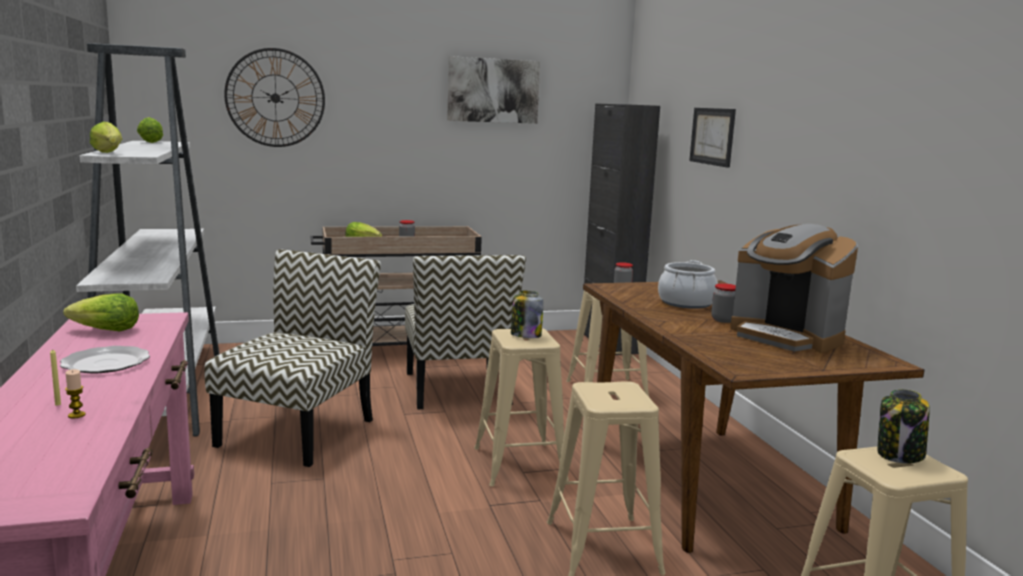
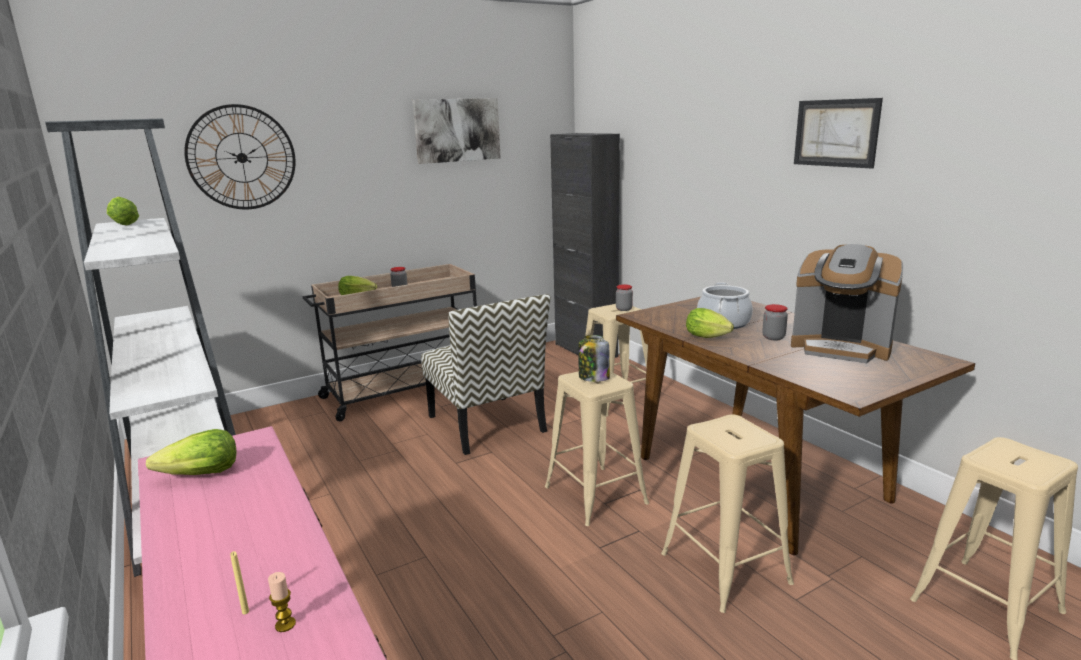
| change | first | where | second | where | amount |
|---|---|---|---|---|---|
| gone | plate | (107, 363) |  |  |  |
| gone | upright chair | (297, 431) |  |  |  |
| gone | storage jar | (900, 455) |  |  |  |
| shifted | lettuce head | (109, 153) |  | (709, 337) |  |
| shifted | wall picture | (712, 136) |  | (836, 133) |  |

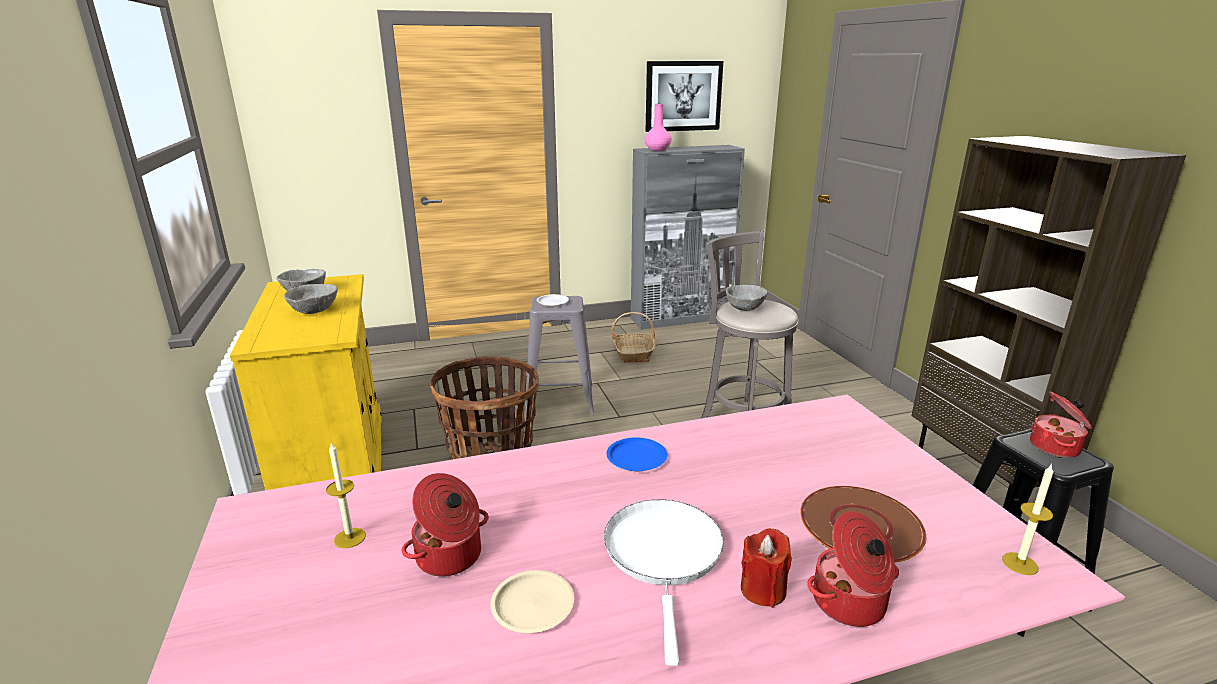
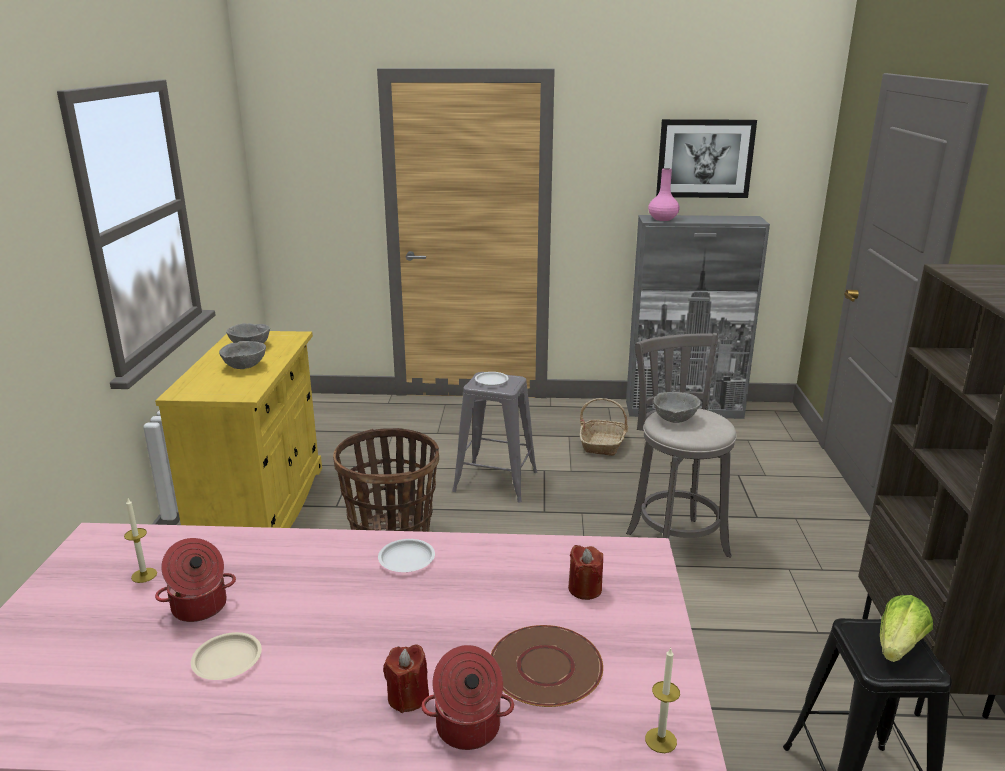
| change | first | where | second | where | amount |
|---|---|---|---|---|---|
| gone | skillet in white-coloured | (664, 555) |  |  |  |
| new |  |  | candle in red | (585, 589) |  |
| swapped | stockpot | (1056, 447) | lettuce head | (898, 646) |  |
| repainted | plate in blue-coloured | (637, 459) | plate in white-coloured | (406, 560) |  |

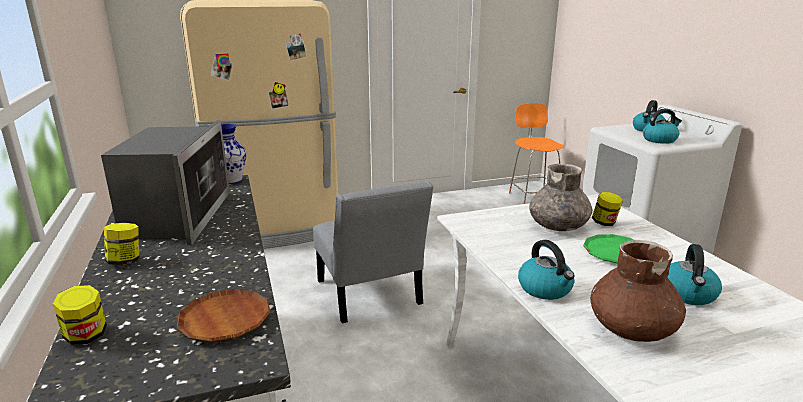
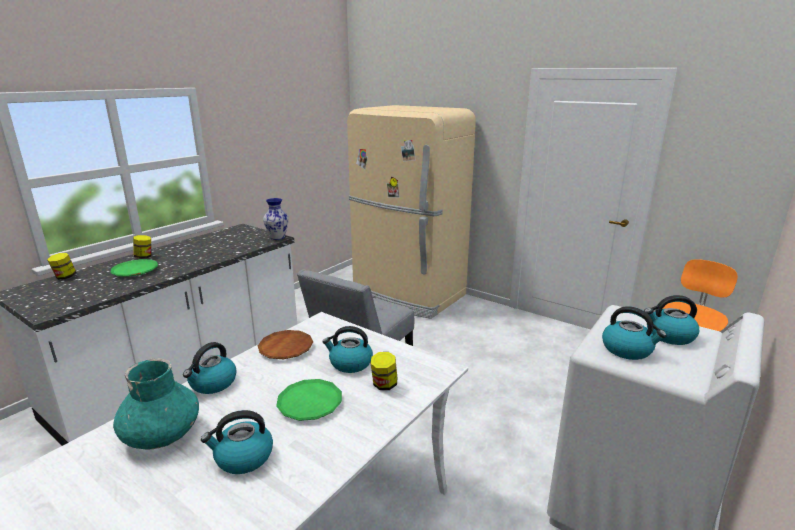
| change | first | where | second | where | amount |
|---|---|---|---|---|---|
| gone | kitchen microwave | (178, 216) |  |  |  |
| new |  |  | plate in green | (135, 271) |  |
| shifted | plate in brown | (225, 320) |  | (286, 348) |  |
| swapped | decorative vase in grey | (558, 226) | water kettle | (350, 363) |  |
| repainted | decorative vase in brown | (632, 328) | decorative vase in turquoise-coloured | (162, 435) |  |

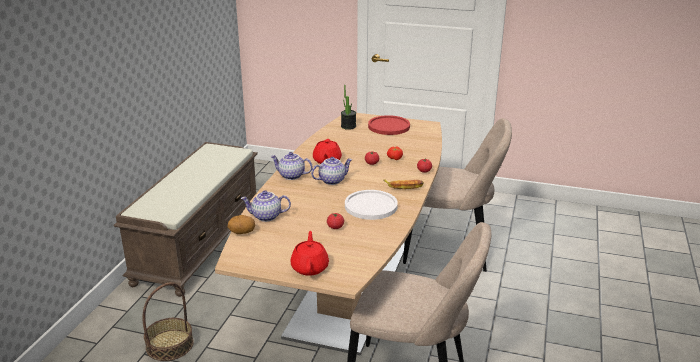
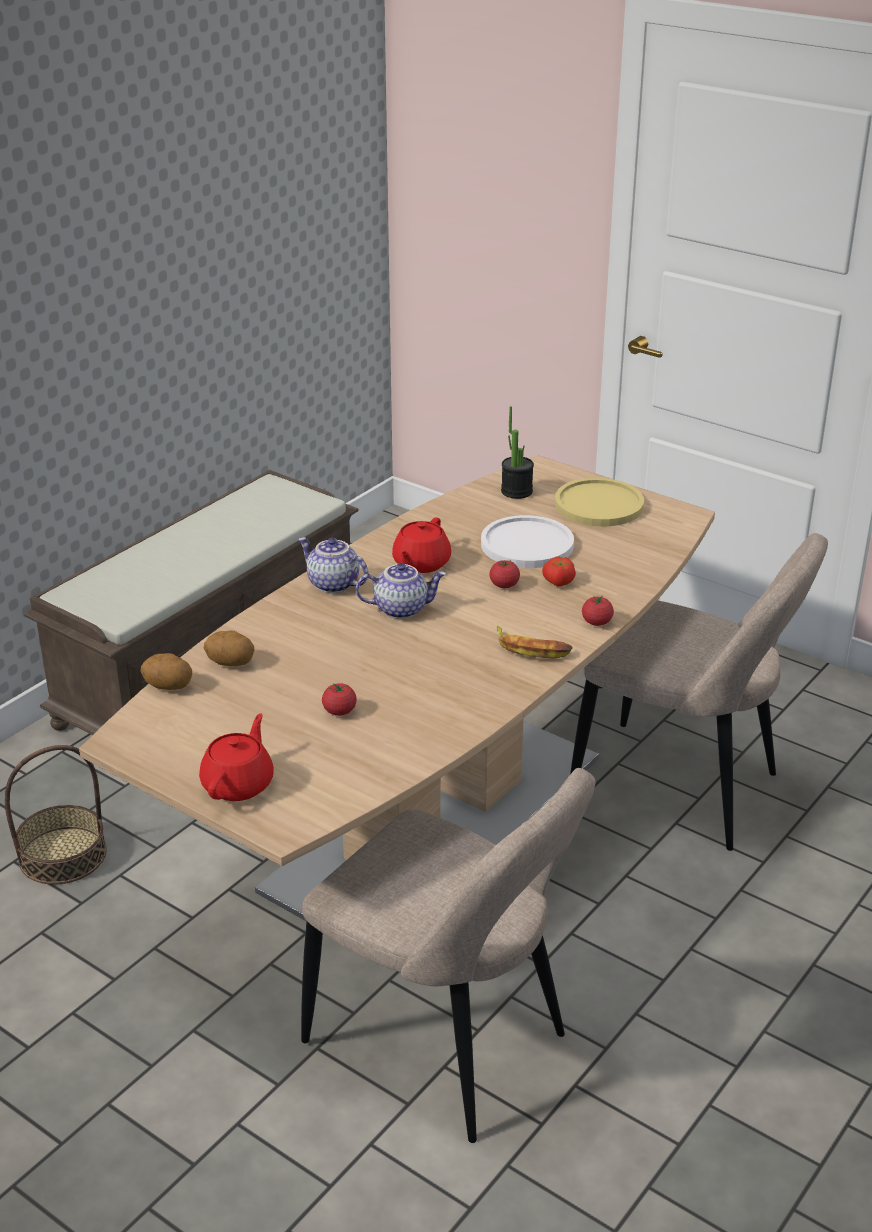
| change | first | where | second | where | amount |
|---|---|---|---|---|---|
| shifted | plate in white-coloured | (371, 206) |  | (527, 544) |  |
| swapped | tea pot | (266, 217) | spud | (230, 663) |  |
| repainted | plate in red | (389, 126) | plate in yellow | (599, 505) |  |

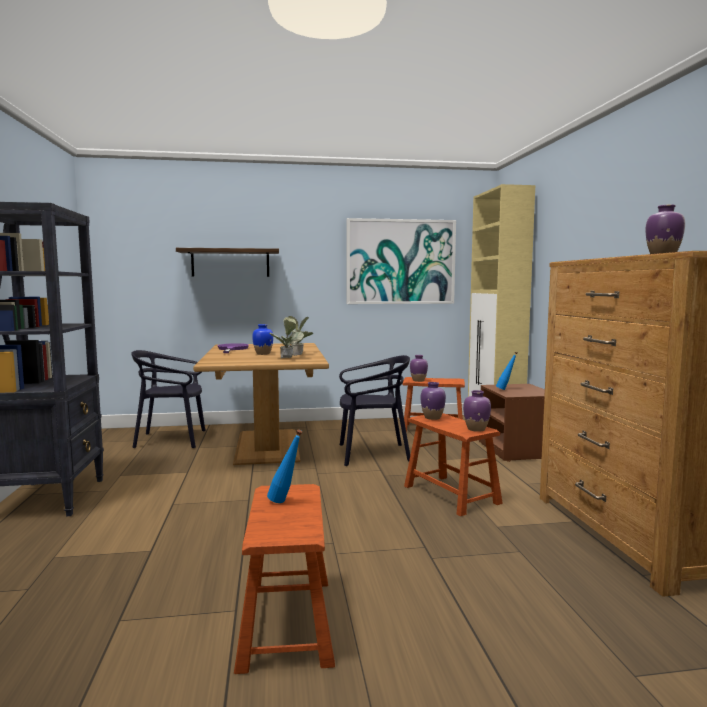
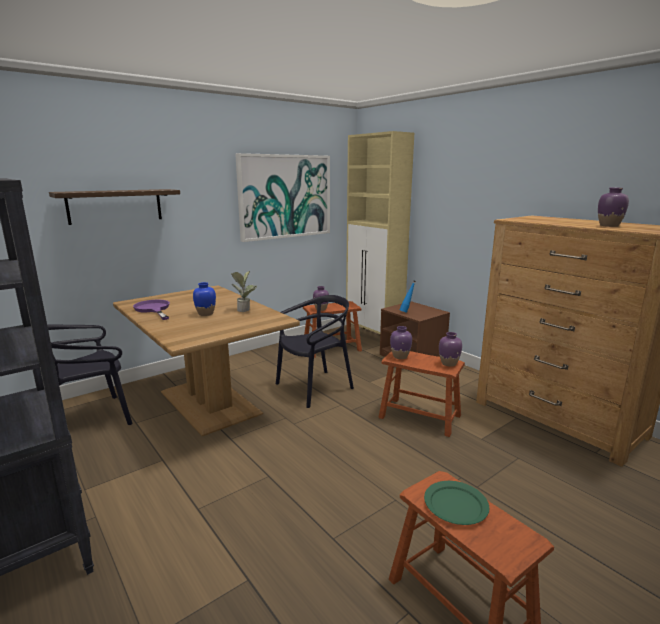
| change | first | where | second | where | amount |
|---|---|---|---|---|---|
| gone | potted plant | (287, 359) |  |  |  |
| swapped | bottle in blue-coloured | (285, 502) | plate in green | (456, 505) |  |

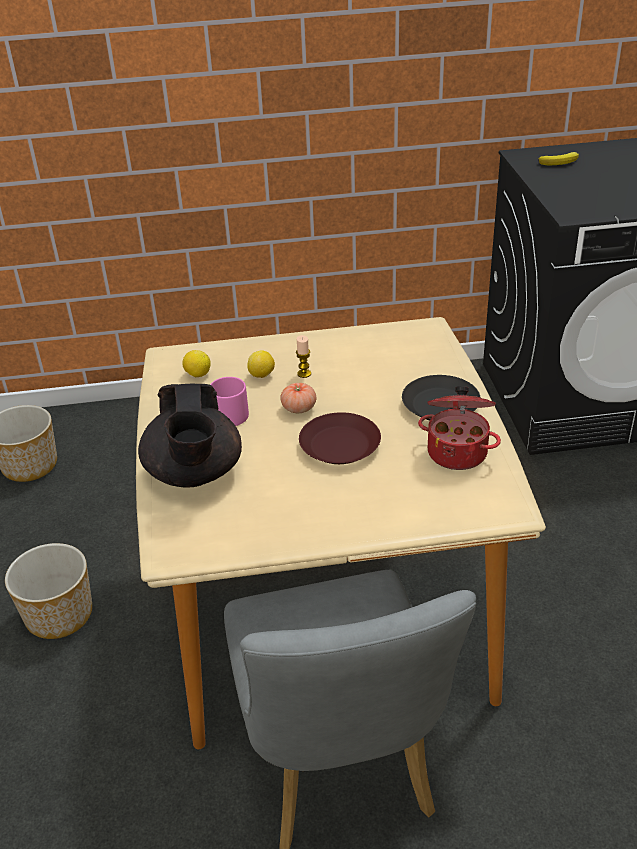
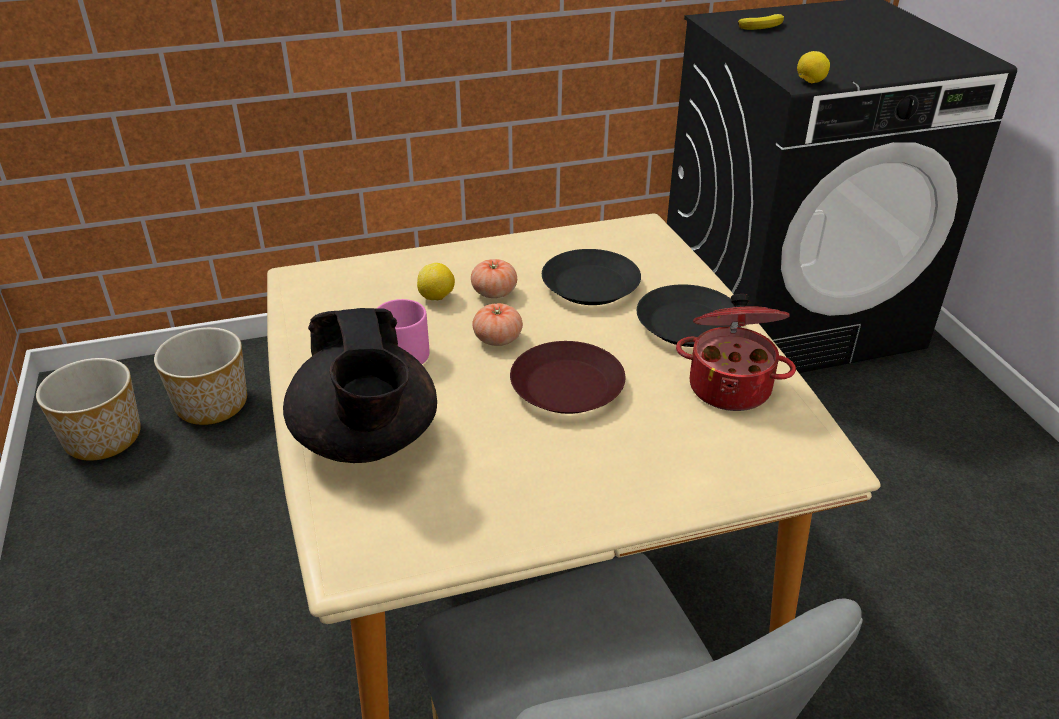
| change | first | where | second | where | amount |
|---|---|---|---|---|---|
| new |  |  | plate in blackish | (591, 286) |  |
| shifted | plant pot | (59, 614) |  | (211, 403) |  |
| shifted | whole lemon | (197, 375) |  | (810, 82) |  |
| swapped | candle | (304, 374) | fresh tomato | (494, 292) |  |

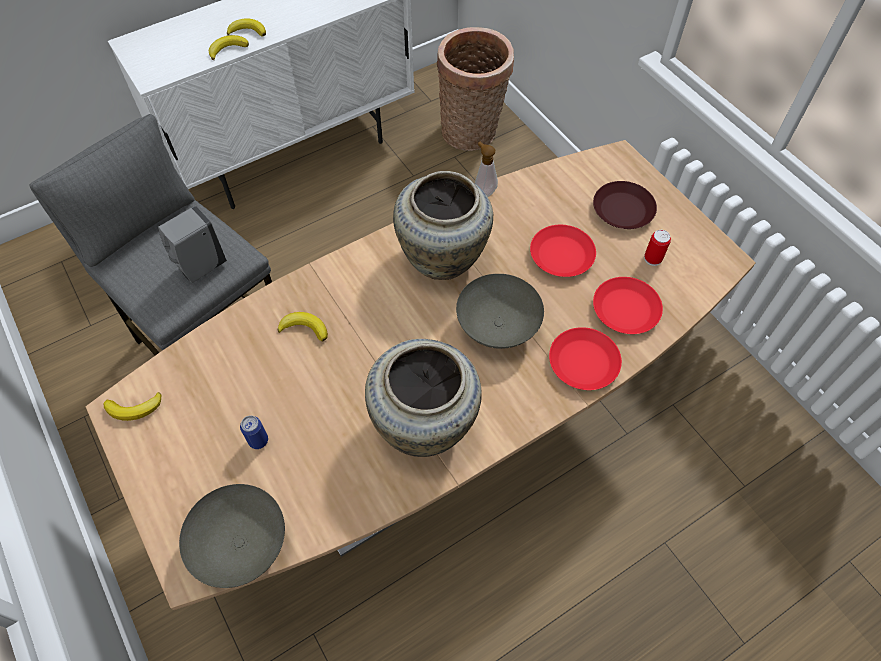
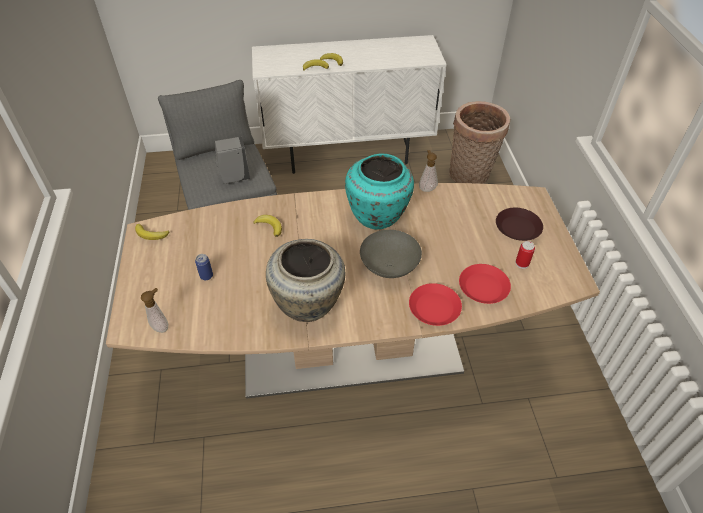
| change | first | where | second | where | amount |
|---|---|---|---|---|---|
| gone | plate in red | (562, 255) |  |  |  |
| swapped | serving bowl in grey | (239, 545) | soap bottle | (162, 326) |  |
| repainted | decorative vase in beige-coloured | (444, 257) | decorative vase in turquoise-coloured | (378, 216) |  |

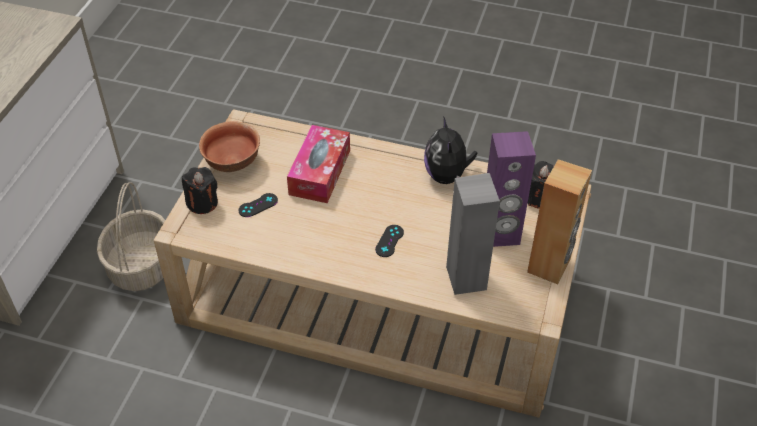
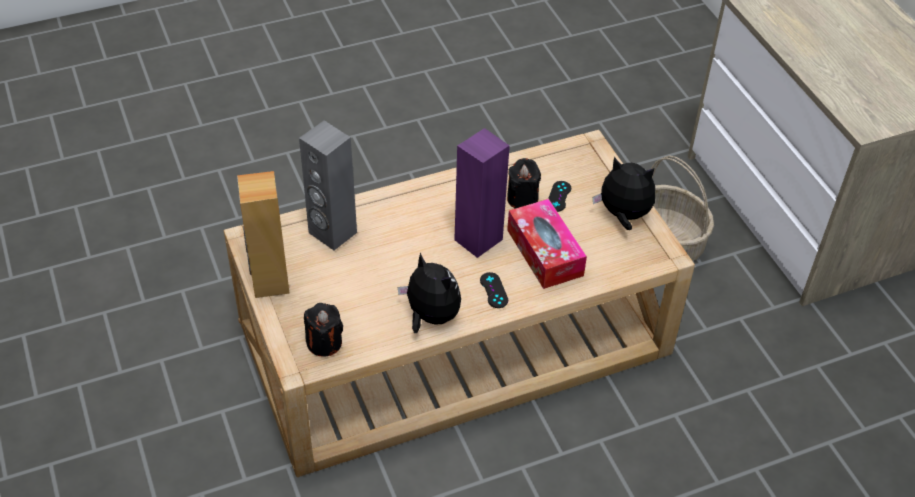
| change | first | where | second | where | amount |
|---|---|---|---|---|---|
| shifted | candle in blackish | (202, 203) |  | (522, 199) |  |
| shifted | gamepad in blackish | (389, 241) |  | (494, 290) |  |
| shifted | loudspeaker in purple-coloured | (500, 234) |  | (478, 239) |  |
| swapped | serving bowl | (233, 163) | cuddly toy | (623, 215) |  |

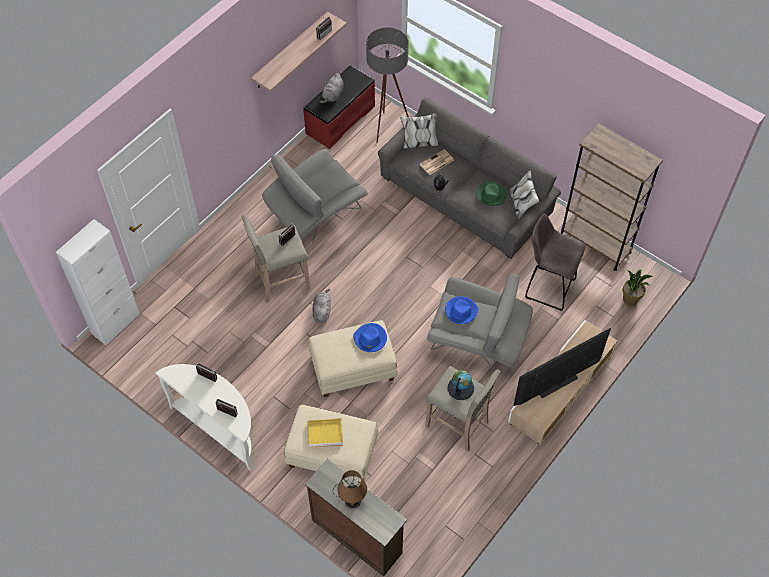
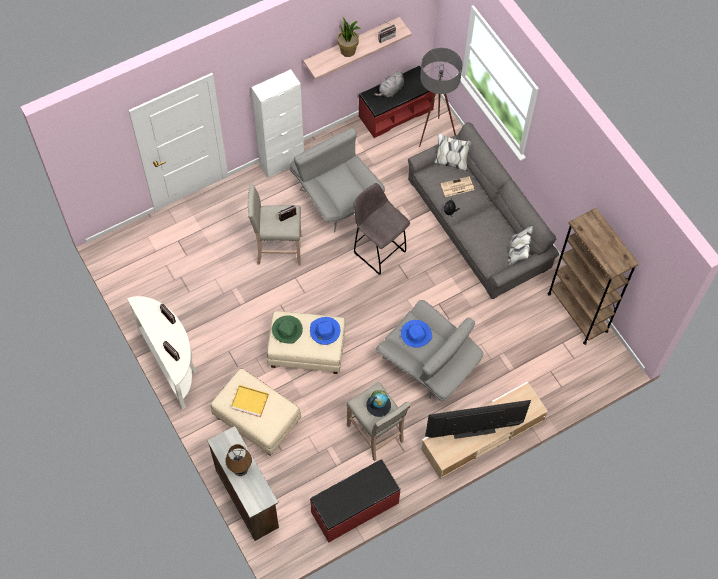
| change | first | where | second | where | amount |
|---|---|---|---|---|---|
| gone | cuddly toy in grey | (322, 310) |  |  |  |
| new |  |  | long seat in red | (355, 508) |  |
| shifted | storage cabinet in white-coloured | (115, 324) |  | (282, 162) |  |
| shifted | clothing hat in green | (491, 195) |  | (287, 330) |  |
| shifted | stool seat in grey | (548, 288) |  | (378, 251) |  |
| shifted | potted plant | (630, 299) |  | (348, 51) |  |
| rotated | armchair in grey | (315, 212) |  | (335, 194) | 75 degrees clockwise |

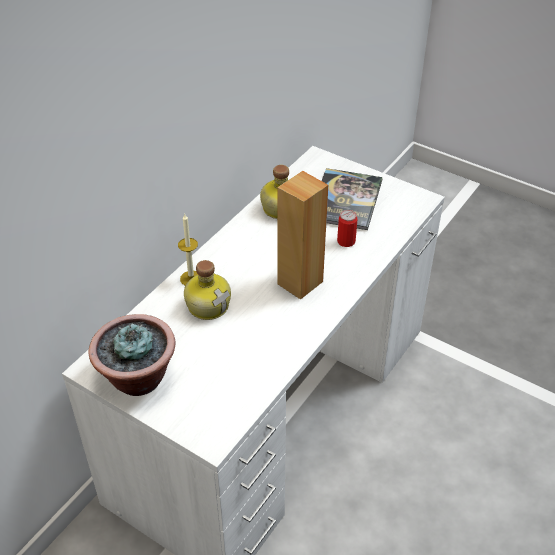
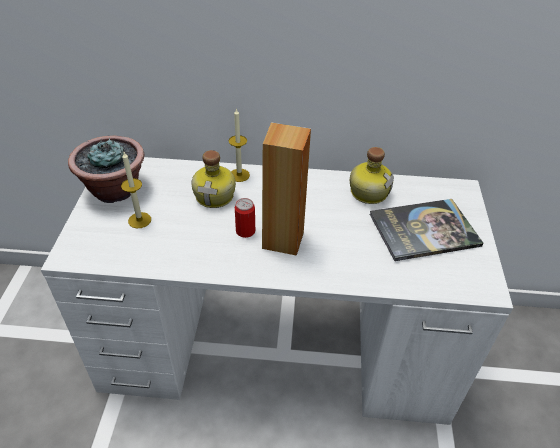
| change | first | where | second | where | amount |
|---|---|---|---|---|---|
| new |  |  | candle | (139, 220) |  |
| shifted | can | (346, 241) |  | (245, 231) |  |

